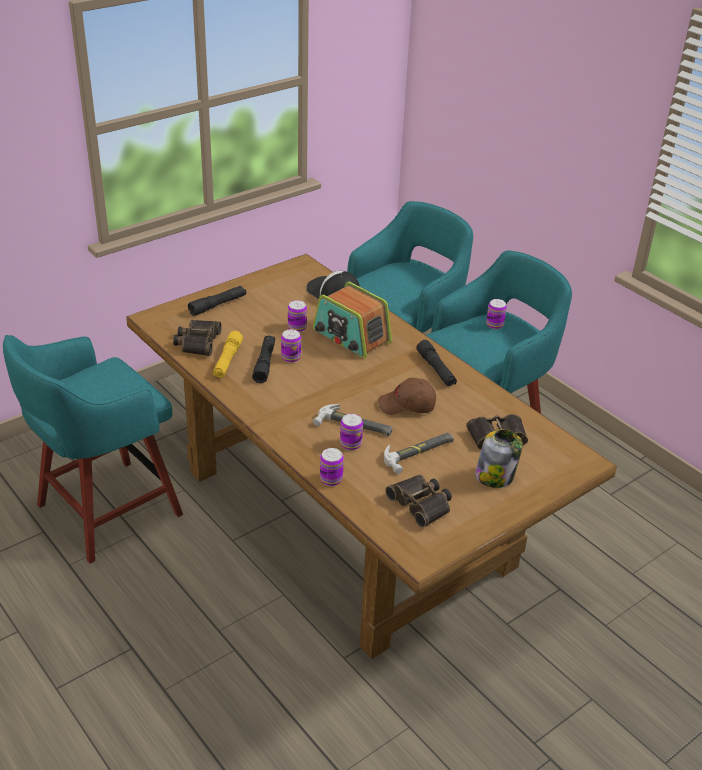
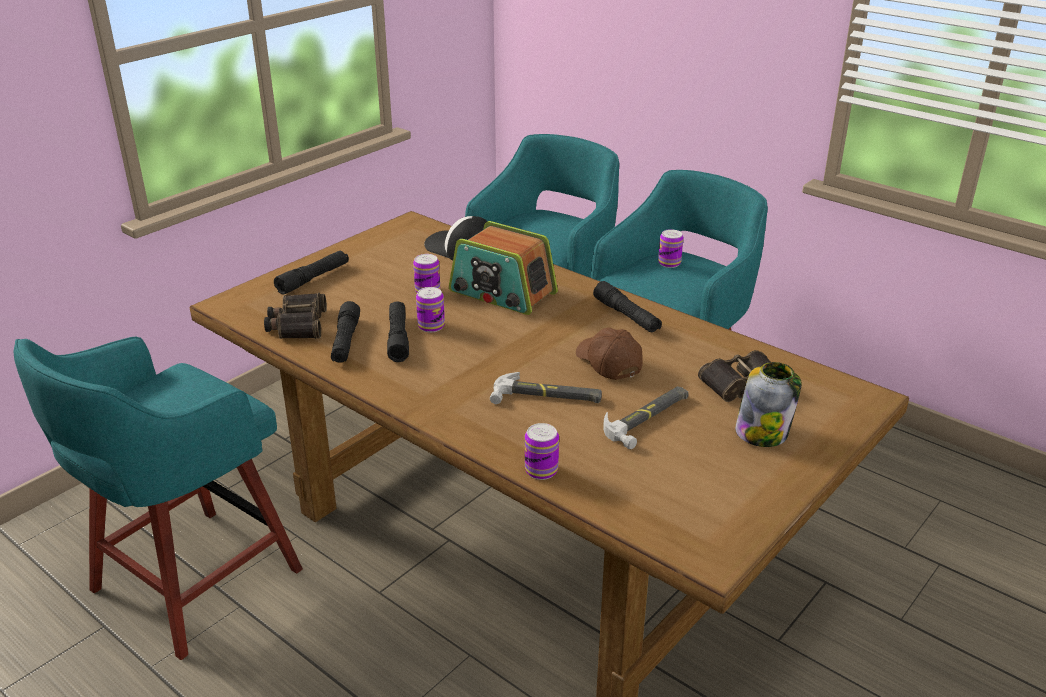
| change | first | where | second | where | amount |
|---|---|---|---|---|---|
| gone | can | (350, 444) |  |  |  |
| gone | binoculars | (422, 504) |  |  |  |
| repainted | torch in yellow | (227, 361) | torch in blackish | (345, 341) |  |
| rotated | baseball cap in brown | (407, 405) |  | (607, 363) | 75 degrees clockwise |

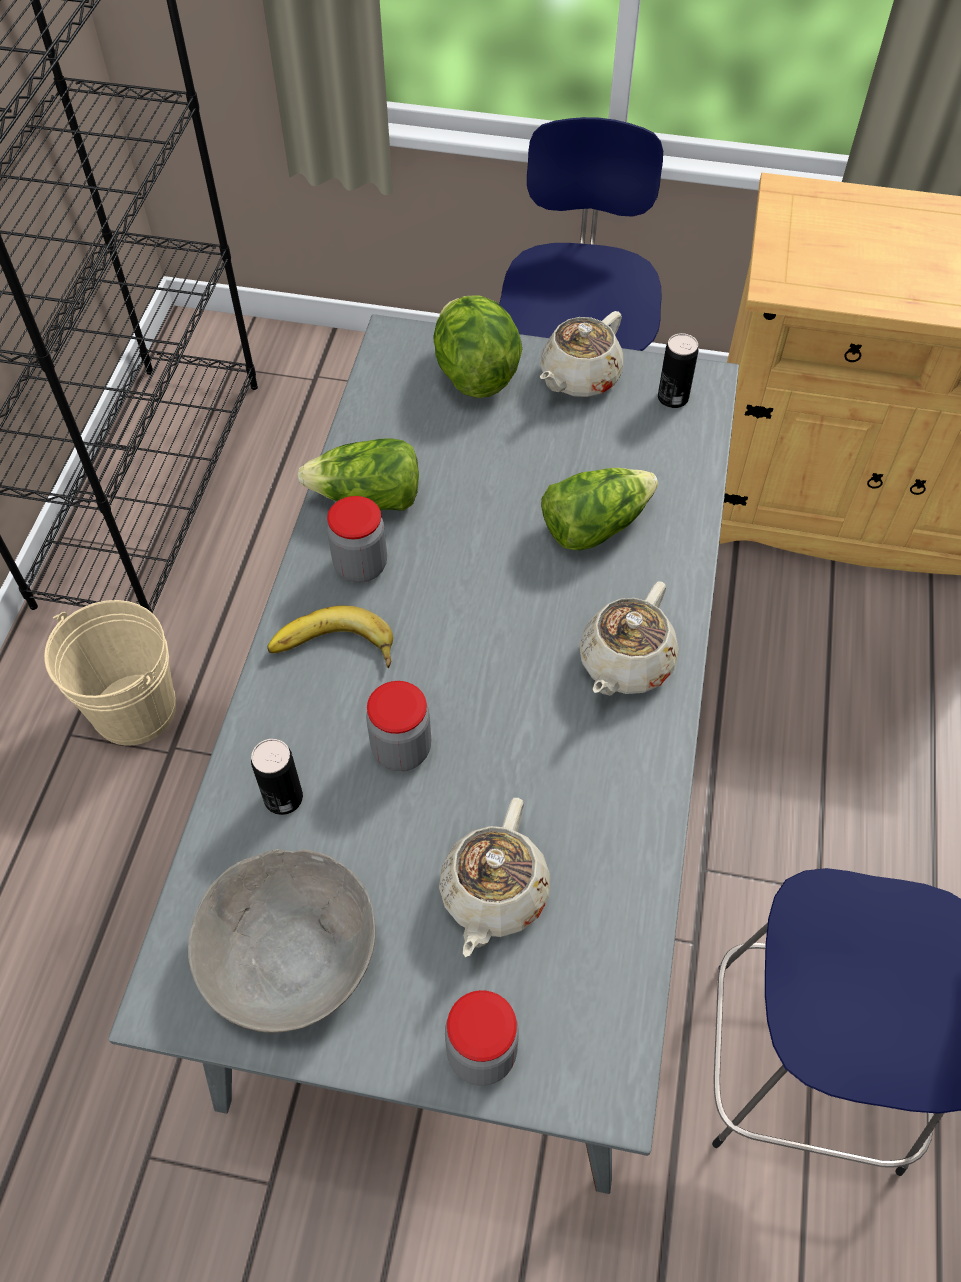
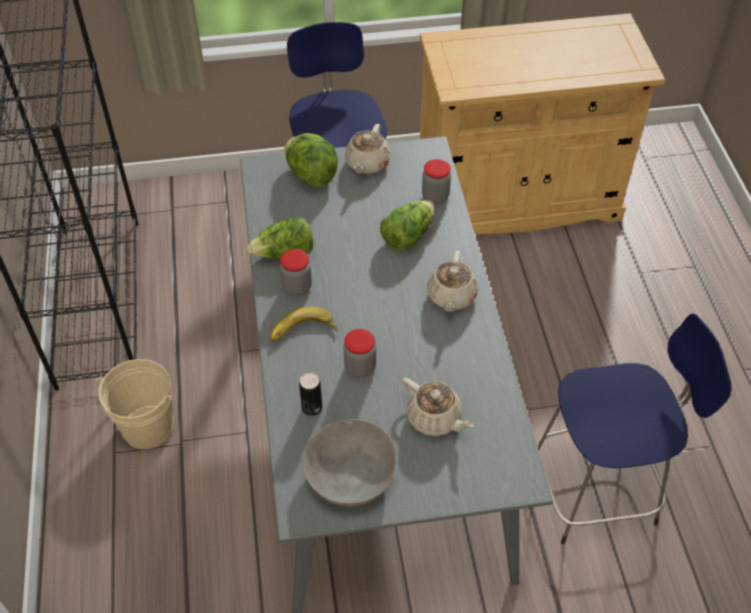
| change | first | where | second | where | amount |
|---|---|---|---|---|---|
| gone | can | (673, 398) |  |  |  |
| shifted | storage jar | (481, 1053) |  | (435, 196) |  |
| rotated | tea pot in beige-coloured | (493, 894) |  | (434, 418) | 45 degrees counterclockwise |

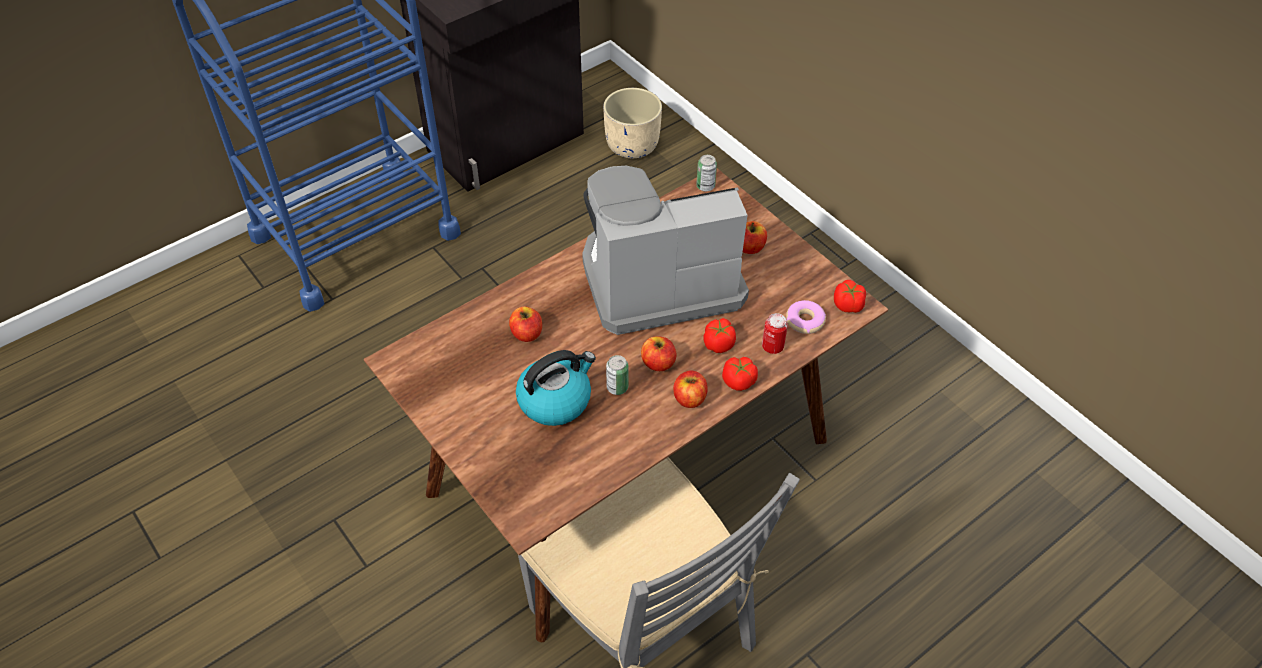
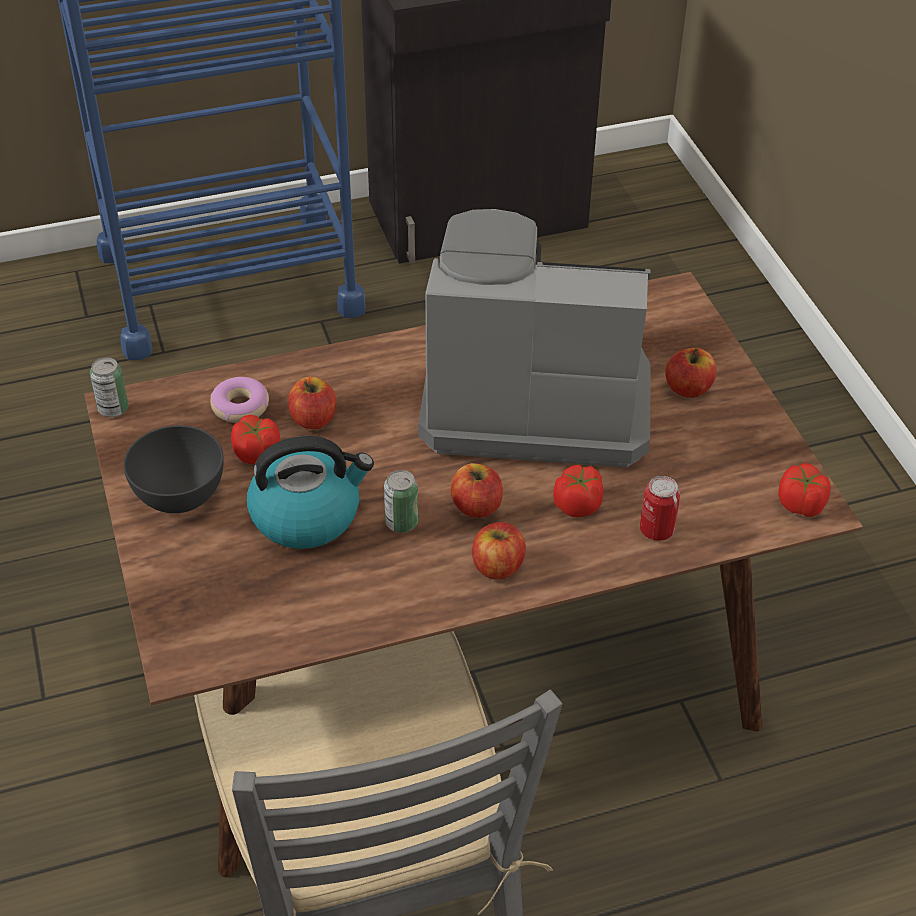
| change | first | where | second | where | amount |
|---|---|---|---|---|---|
| gone | plant pot in beige-coloured | (631, 145) |  |  |  |
| new |  |  | serving bowl in grey | (179, 496) |  |
| shifted | can | (705, 186) |  | (113, 409) |  |
| shifted | fresh tomato | (739, 381) |  | (258, 454) |  |
| shifted | ring doughnut | (805, 321) |  | (240, 406) |  |

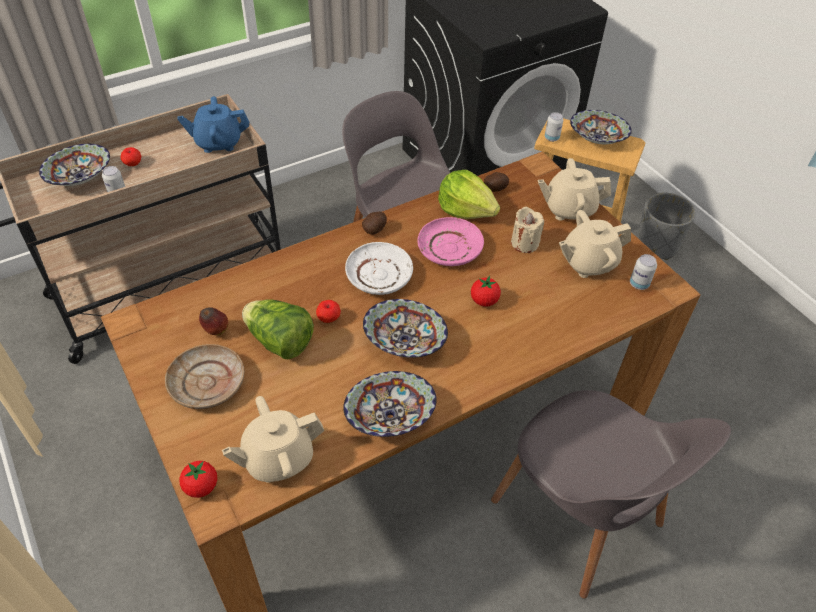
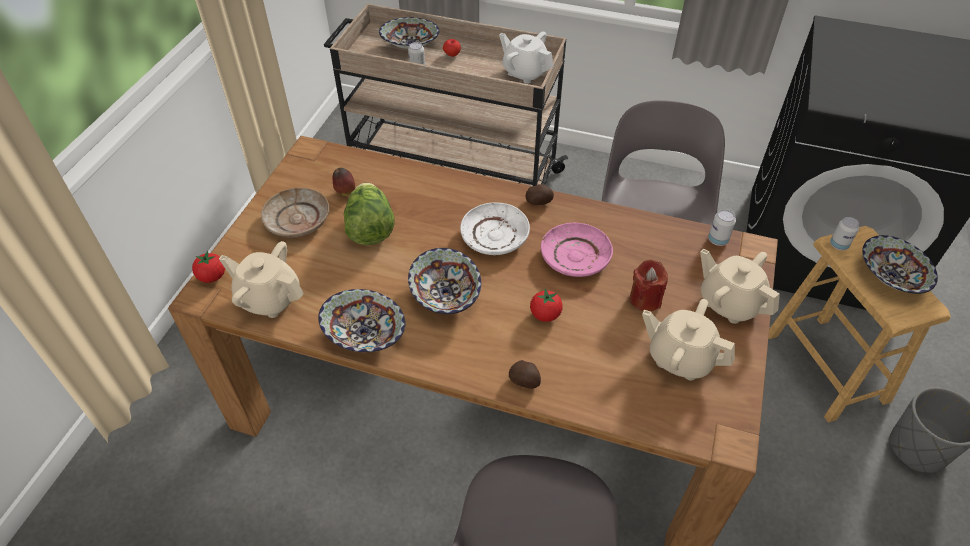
| change | first | where | second | where | amount |
|---|---|---|---|---|---|
| gone | whole apple | (328, 319) |  |  |  |
| gone | lettuce head | (466, 209) |  |  |  |
| shifted | spud | (495, 189) |  | (525, 381) |  |
| shifted | can | (639, 284) |  | (717, 240) |  |
| repainted | tea pot in blue-coloured | (218, 142) | tea pot in white-coloured | (525, 72) |  |
| repainted | candle in beige-coloured | (524, 243) | candle in red | (645, 299) |  |

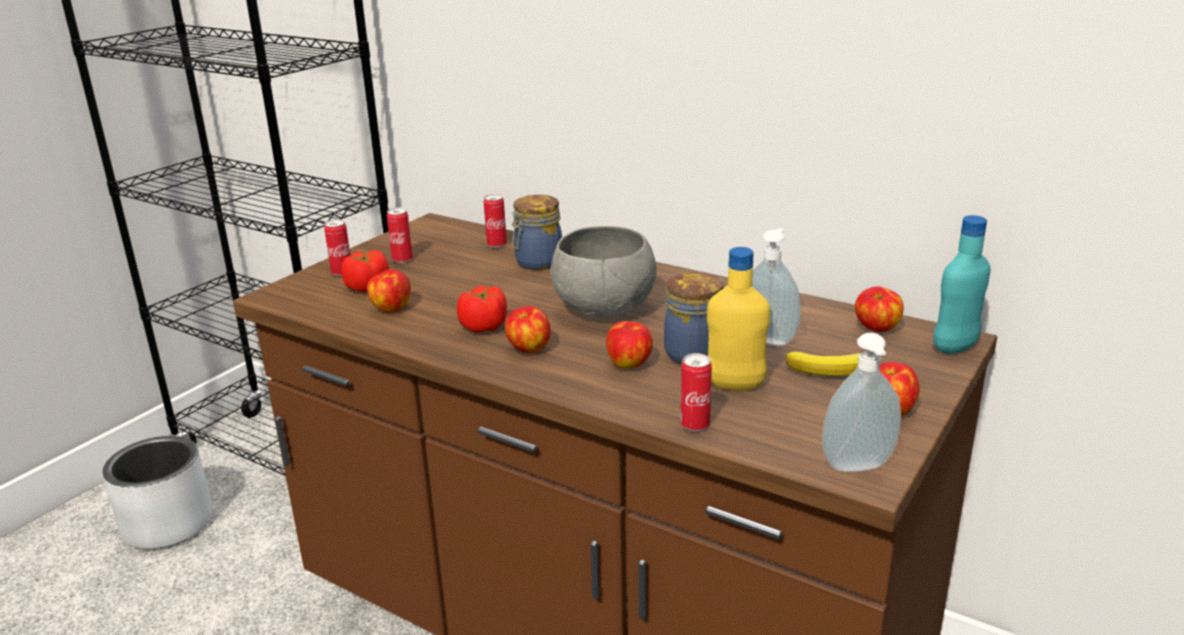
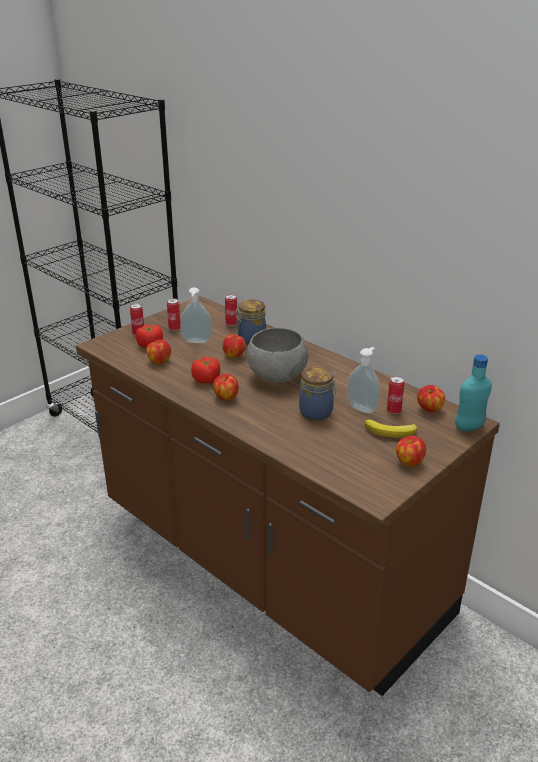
| change | first | where | second | where | amount |
|---|---|---|---|---|---|
| gone | plant pot in grey | (169, 524) |  |  |  |
| gone | bottle in yellow | (735, 385) |  |  |  |
| shifted | whole apple | (629, 364) |  | (234, 356) |  |
| shifted | can | (695, 425) |  | (393, 411) |  |
| shifted | soap bottle | (858, 468) |  | (196, 342) |  |

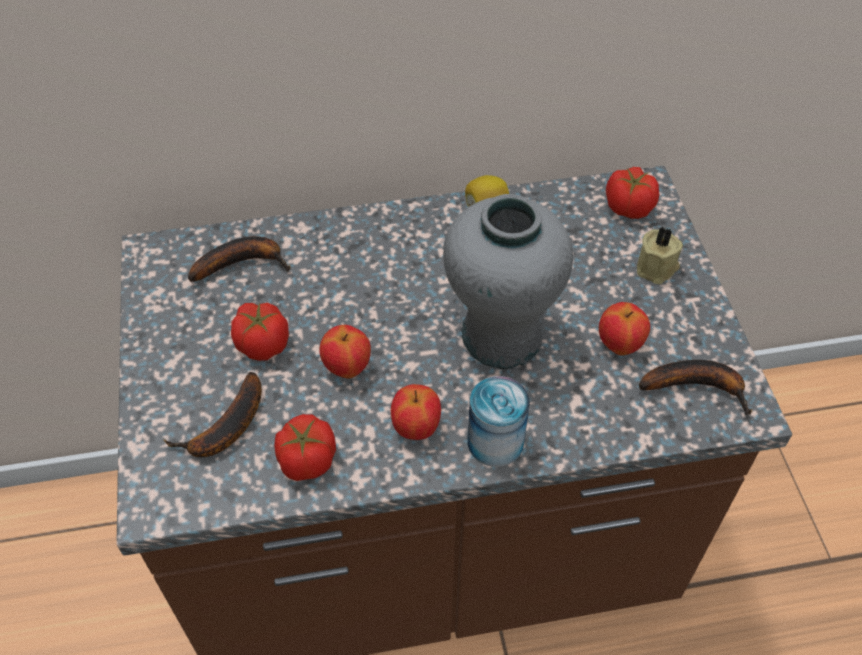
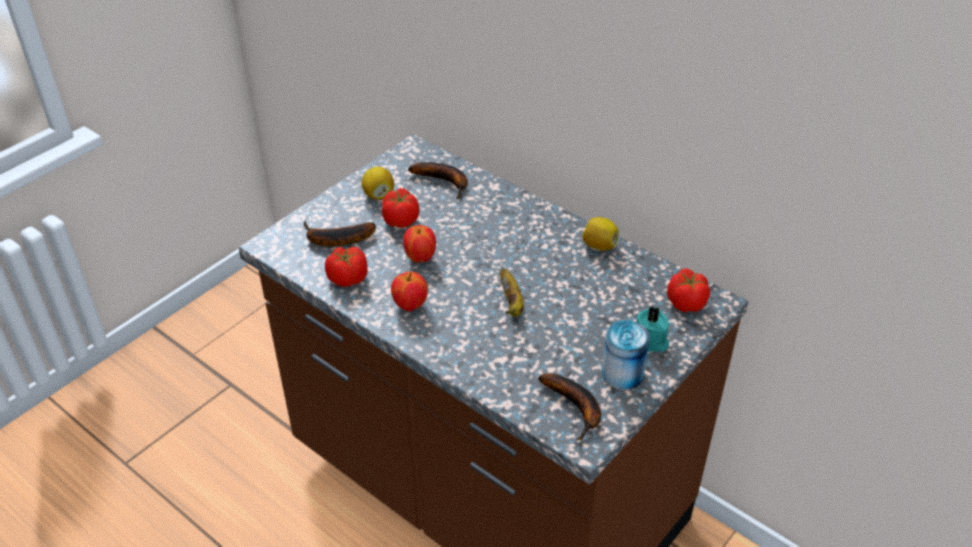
| change | first | where | second | where | amount |
|---|---|---|---|---|---|
| gone | whole apple | (619, 345) |  |  |  |
| new |  |  | whole lemon | (378, 195) |  |
| shifted | can | (495, 442) |  | (622, 374) |  |
| swapped | decorative vase in grey | (501, 336) | banana | (512, 303) |  |
| repainted | candle in beige-coloured | (657, 268) | candle in turquoise-coloured | (650, 342) |  |

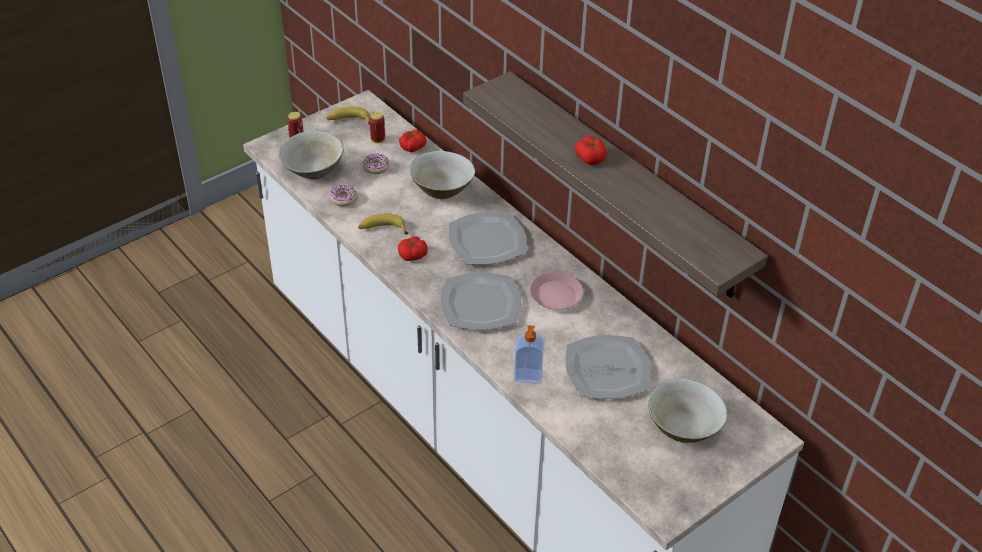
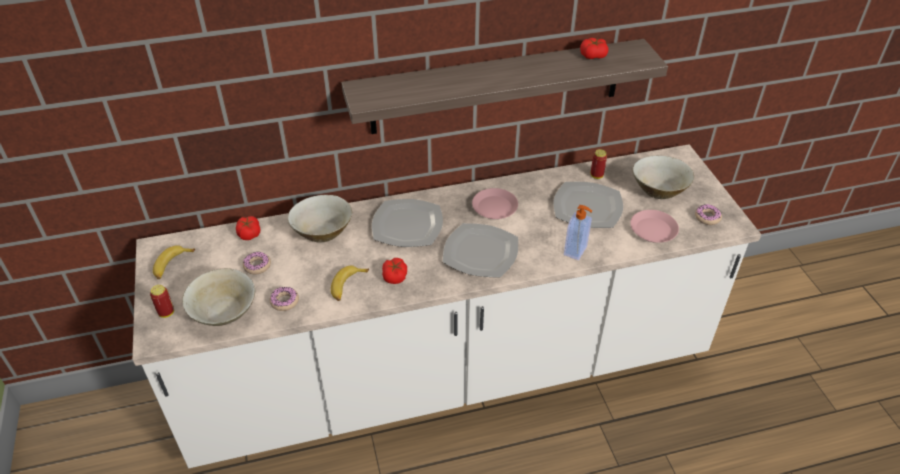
| change | first | where | second | where | amount |
|---|---|---|---|---|---|
| new |  |  | plate in pink-coloured | (653, 230) |  |
| new |  |  | ring doughnut | (707, 217) |  |
| shifted | can | (378, 140) |  | (596, 175) |  |
| shifted | fresh tomato | (590, 157) |  | (593, 55) |  |

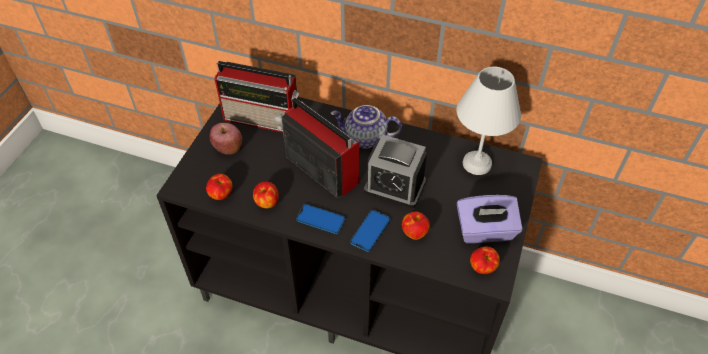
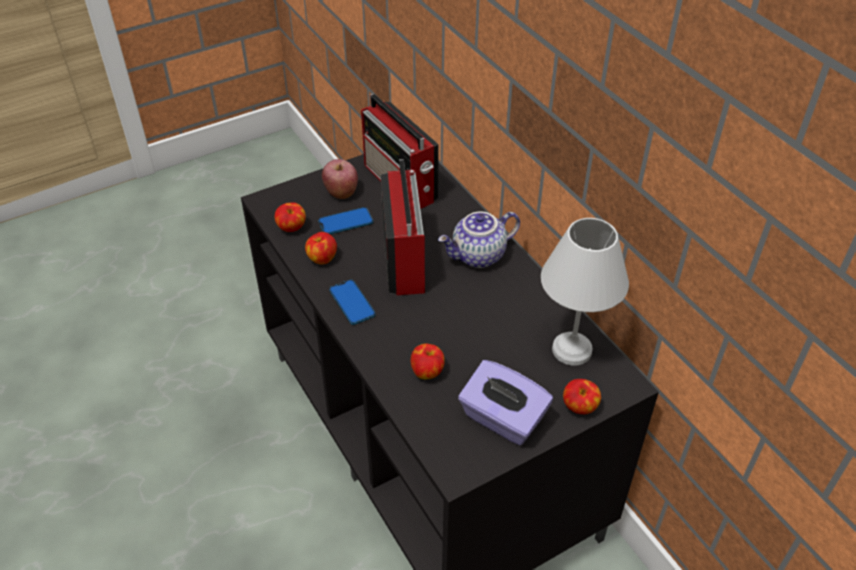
| change | first | where | second | where | amount |
|---|---|---|---|---|---|
| gone | bedside clock | (394, 186) |  |  |  |
| shifted | handset | (370, 231) |  | (345, 222) |  |
| shifted | whole apple | (482, 268) |  | (579, 407) |  |
| rotated | tea pot | (365, 139) |  | (478, 256) | 75 degrees counterclockwise |

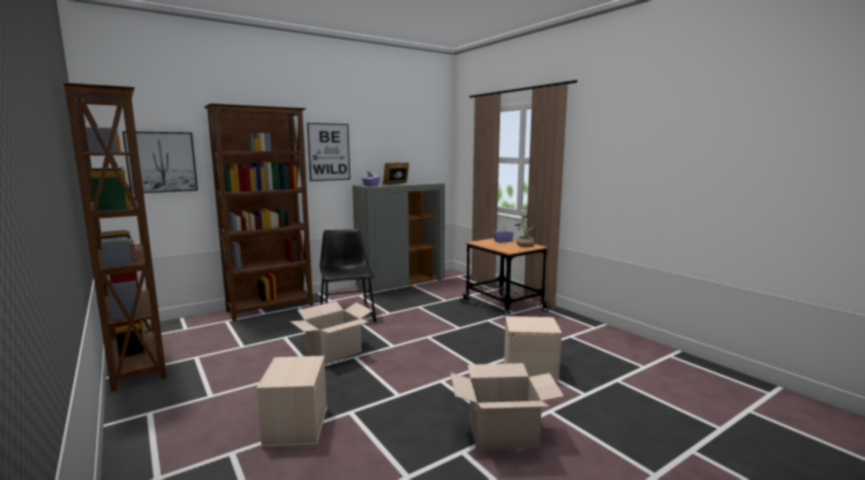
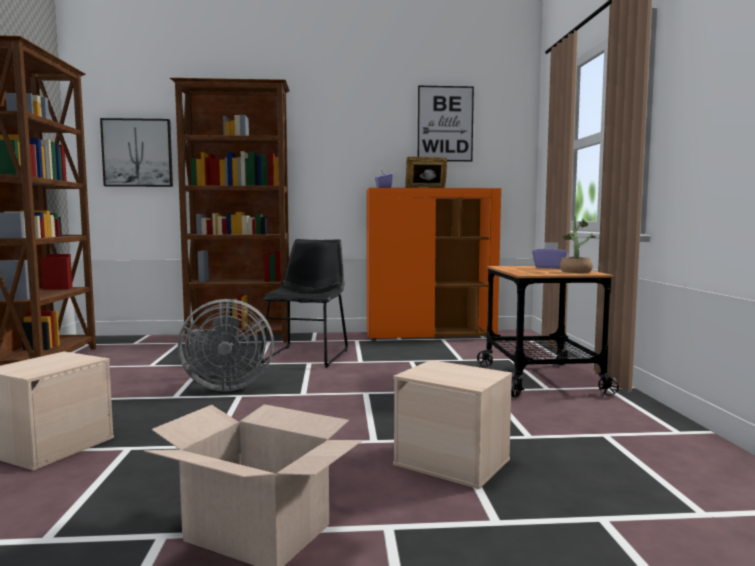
| change | first | where | second | where | amount |
|---|---|---|---|---|---|
| shifted | wall picture | (329, 152) |  | (445, 124) |  |
| swapped | carton | (334, 352) | cooling fan in grey | (225, 387) |  |
| repainted | storage cabinet in grey | (401, 283) | storage cabinet in orangey | (430, 335) |  |

